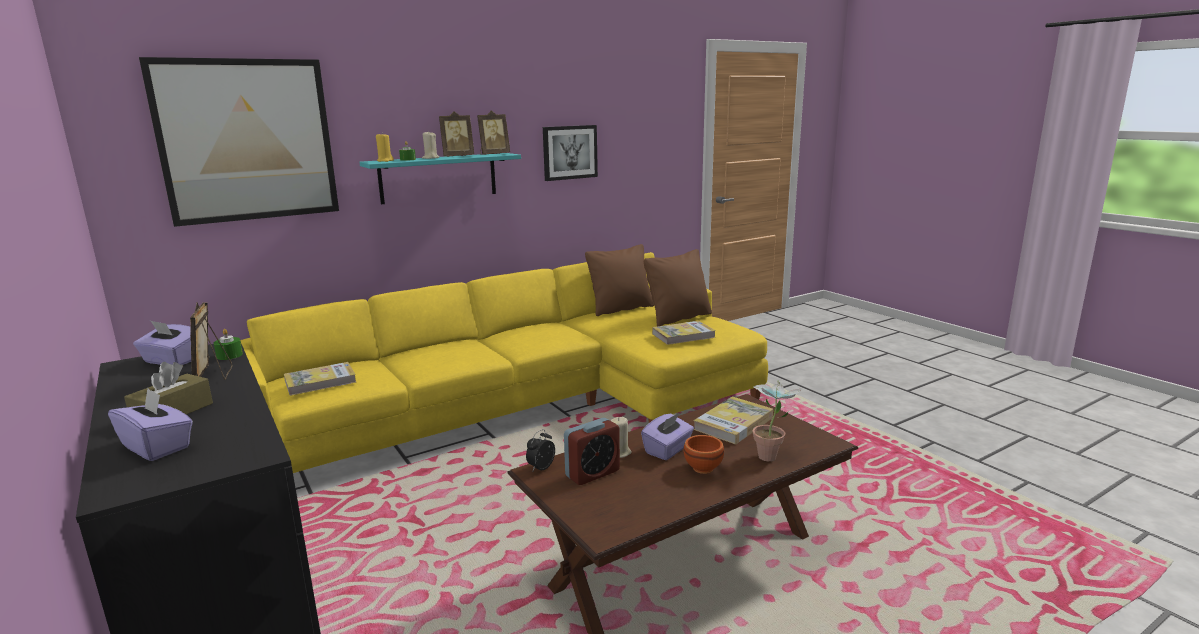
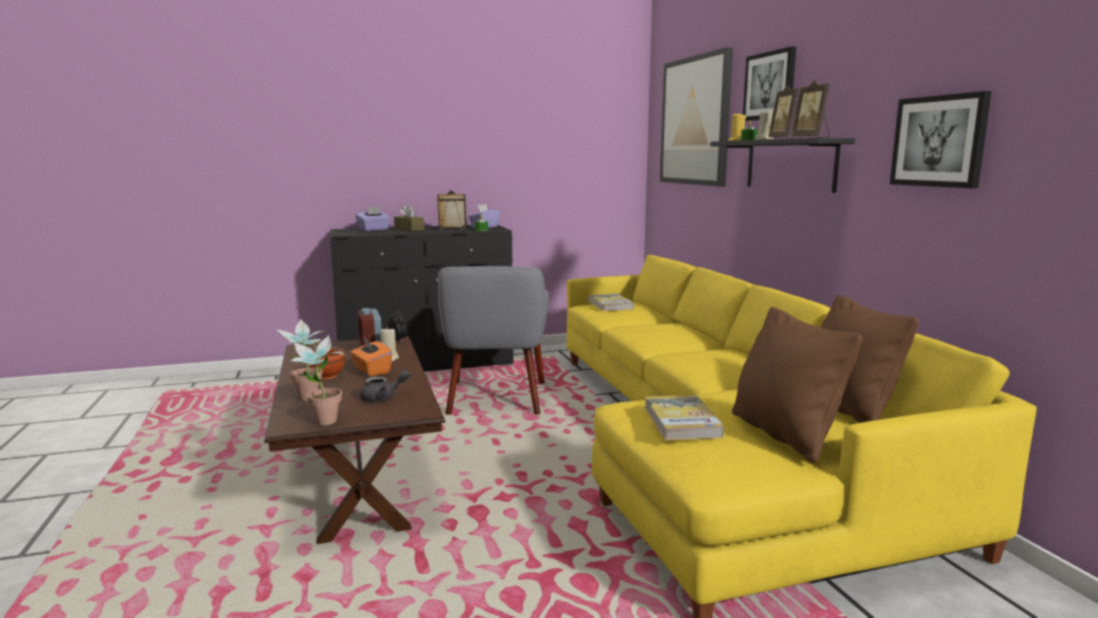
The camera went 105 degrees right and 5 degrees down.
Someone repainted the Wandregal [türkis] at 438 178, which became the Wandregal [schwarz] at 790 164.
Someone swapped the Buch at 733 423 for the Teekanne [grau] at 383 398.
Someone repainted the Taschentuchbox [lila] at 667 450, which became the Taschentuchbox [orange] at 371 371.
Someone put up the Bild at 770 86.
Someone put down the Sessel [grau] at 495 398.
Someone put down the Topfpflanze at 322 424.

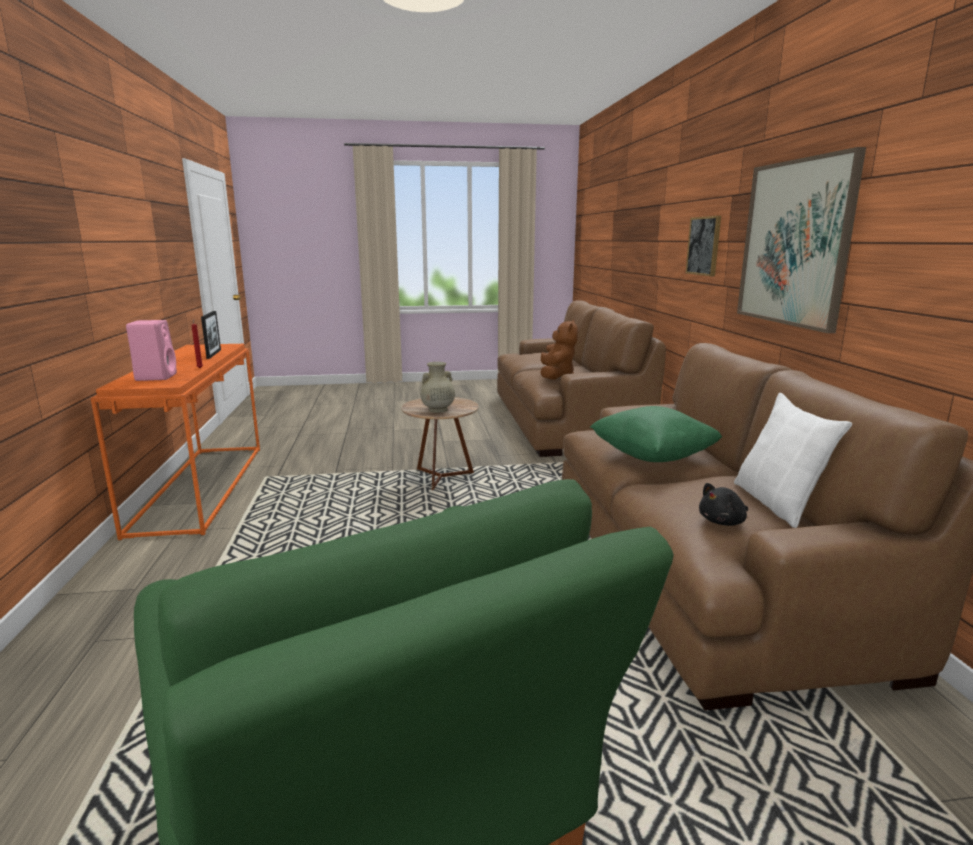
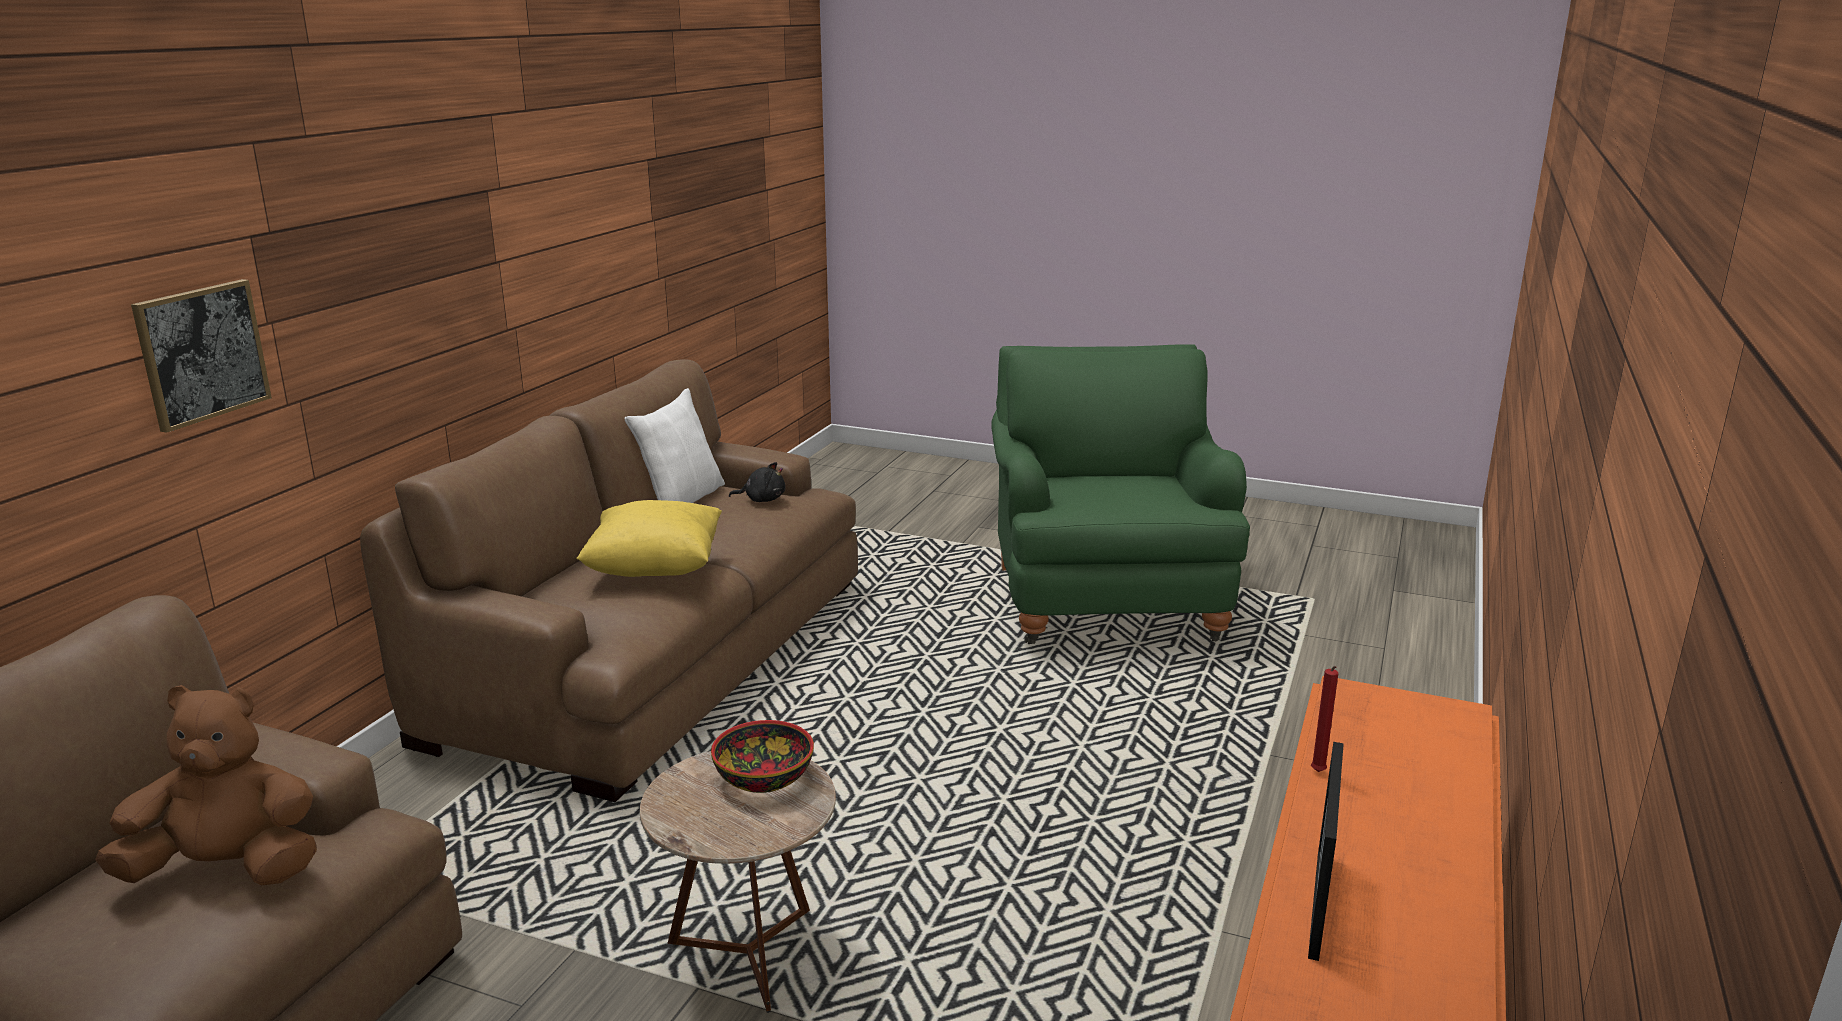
The camera went 150 degrees left and 5 degrees up.
Someone took away the Bild at 794 243.
Someone took away the Lautsprecher [rosa] at 156 377.
Someone rotated the Plüschtier [braun] at 556 376 by 45 degrees clockwise.
Someone swapped the Vase [beige] at 437 410 for the Schüssel at 765 778.
Someone repainted the Kissen [grün] at 652 456, which became the Kissen [gelb] at 655 570.

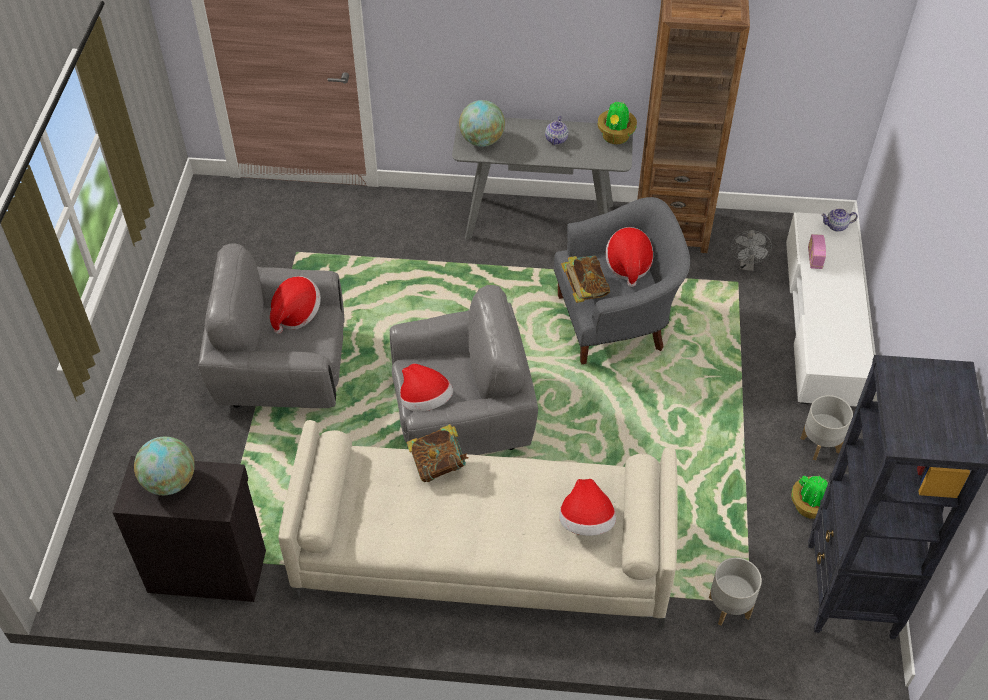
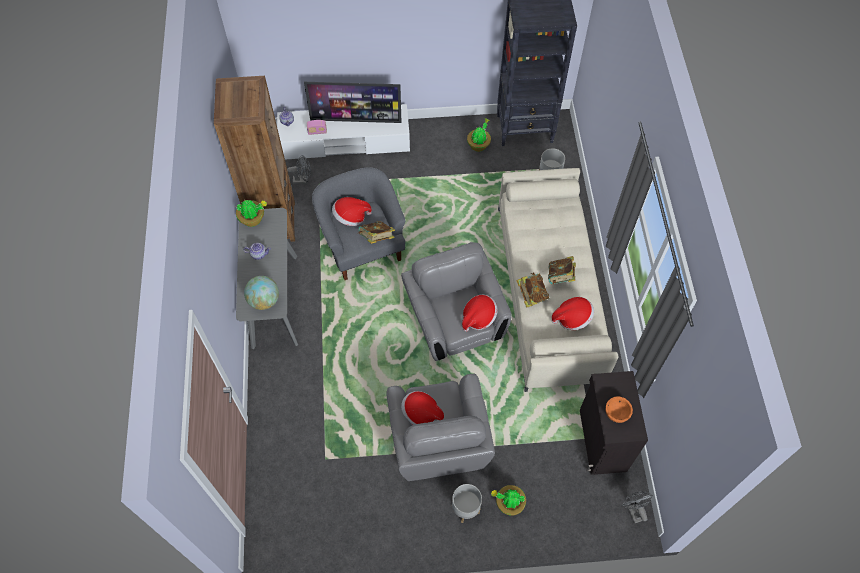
The camera went 100 degrees left and 10 degrees up.
Someone carried the Pflanzkübel [grau] from 819 444 to 465 509.
Someone swapped the Globus at 170 482 for the Schüssel [orange] at 617 413.
Someone carried the Hut from 586 522 to 572 318.
Someone put down the Fernseher at 356 120.
Someone put down the Buch at 560 277.
Someone put down the Topfpflanze at 508 503.
Someone put down the Ventilator [grau] at 633 510.

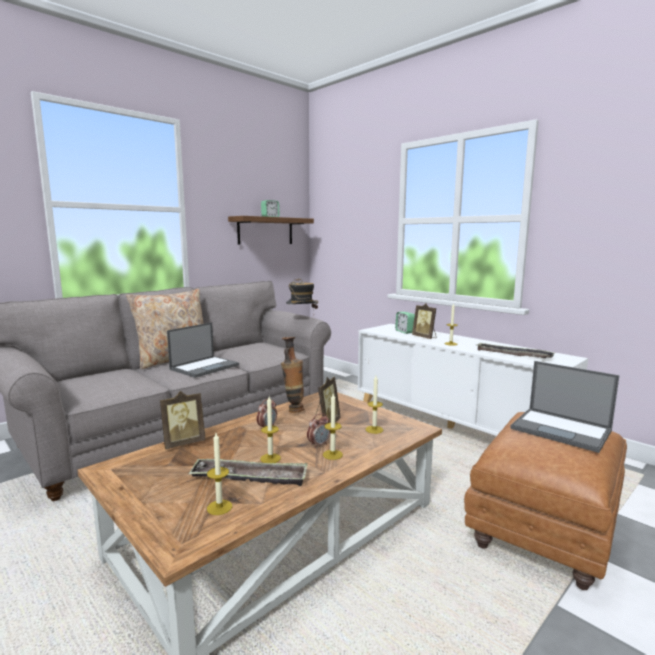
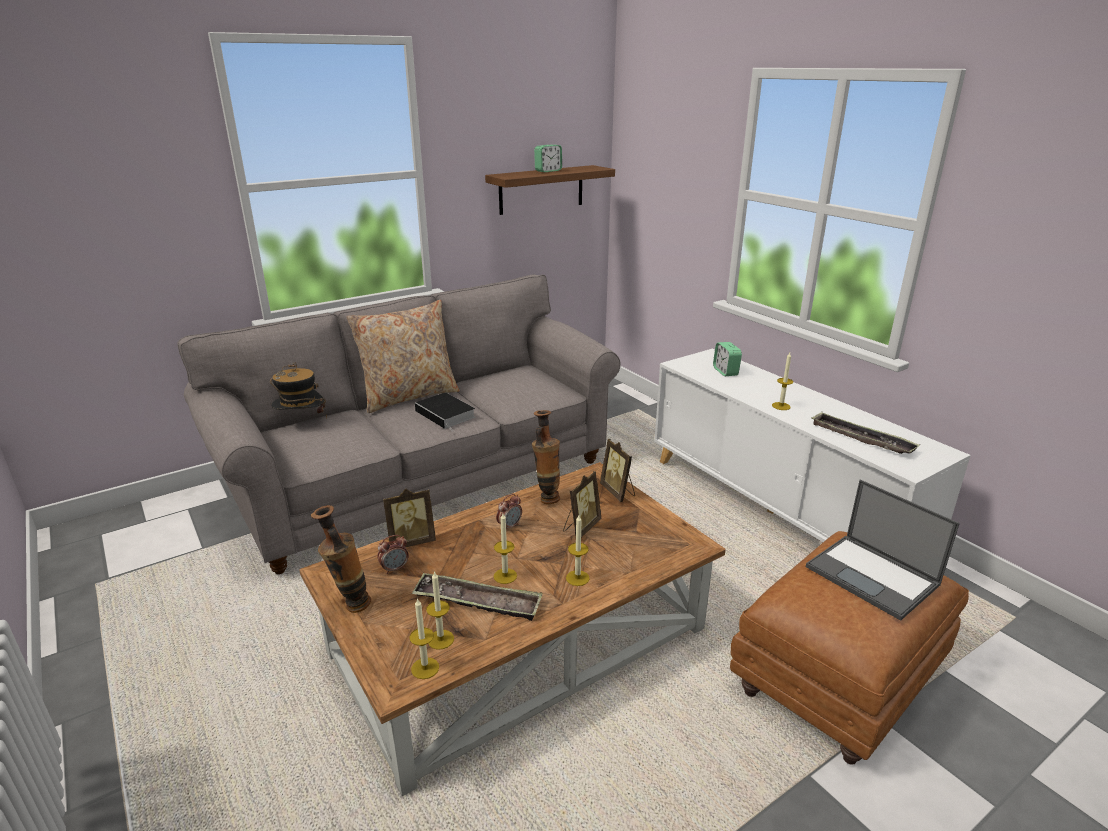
The camera went 10 degrees right and 15 degrees up.
Someone carried the Hut from 301 318 to 302 424.
Someone carried the Bilderrahmen from 425 337 to 618 492.
Someone swapped the Laptop at 205 367 for the Buch at 447 414.
Someone carried the Kerze from 374 429 to 425 668.
Someone carried the Wecker from 318 445 to 394 568.
Someone put down the Vase at 350 606.

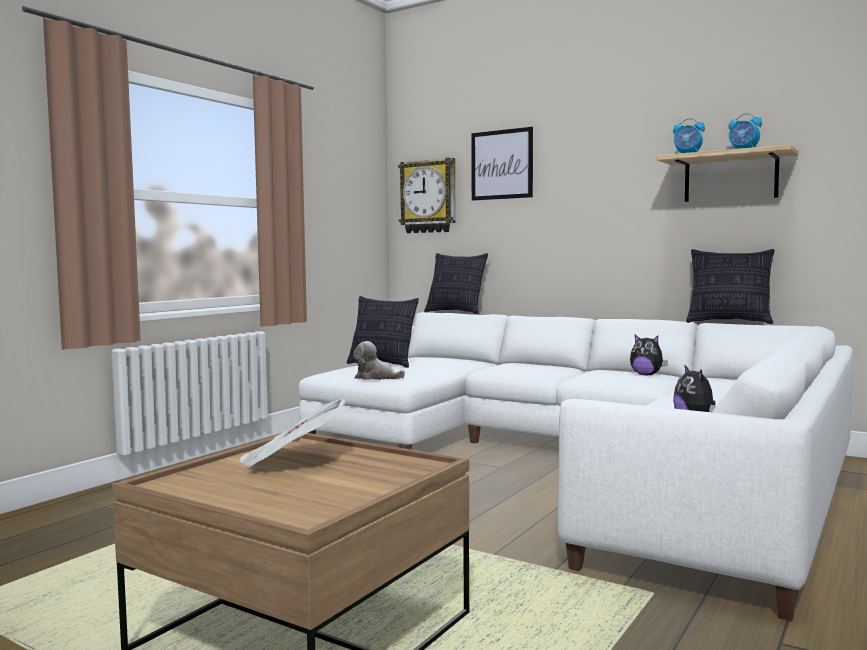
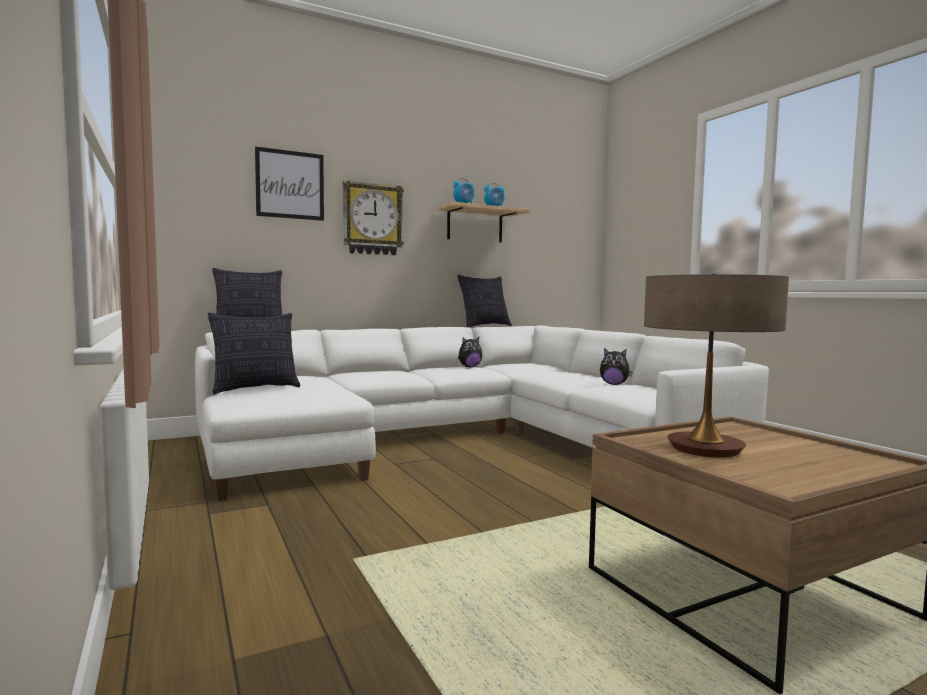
The camera went 60 degrees left and 0 degrees up.
Someone carried the Wanduhr from 428 196 to 372 219.
Someone took away the Plüschtier at 375 377.
Someone swapped the Zeitung at 290 462 for the Tischlampe at 705 449.

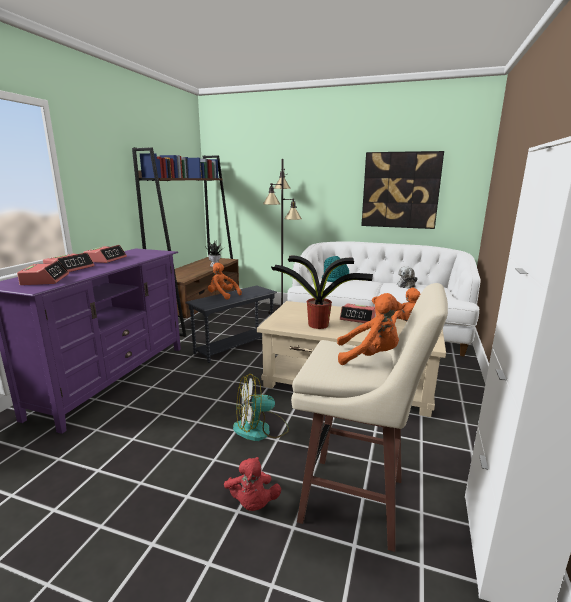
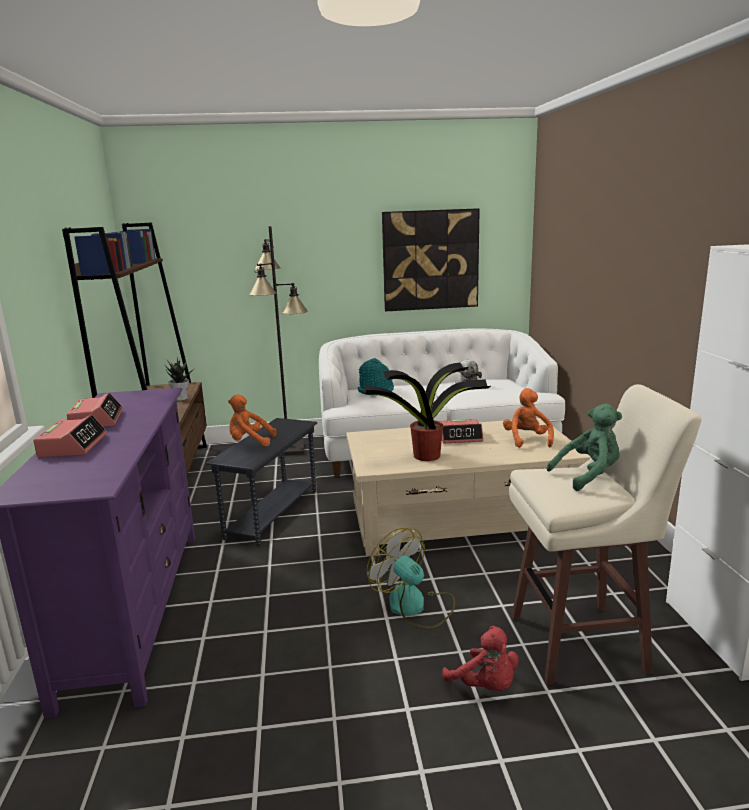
The camera went 25 degrees left and 0 degrees up.
Someone took away the Wecker at 45 280.
Someone repainted the Plüschtier [orange] at 369 356, which became the Plüschtier [grün] at 588 476.
Someone rotated the Ventilator at 260 429 by 90 degrees clockwise.

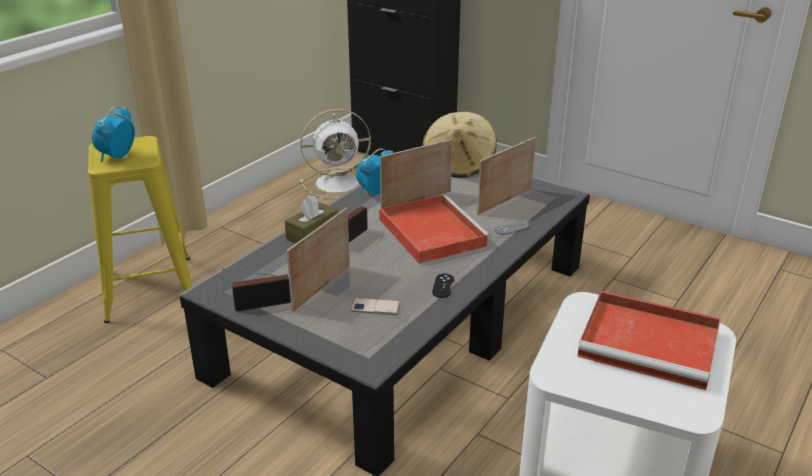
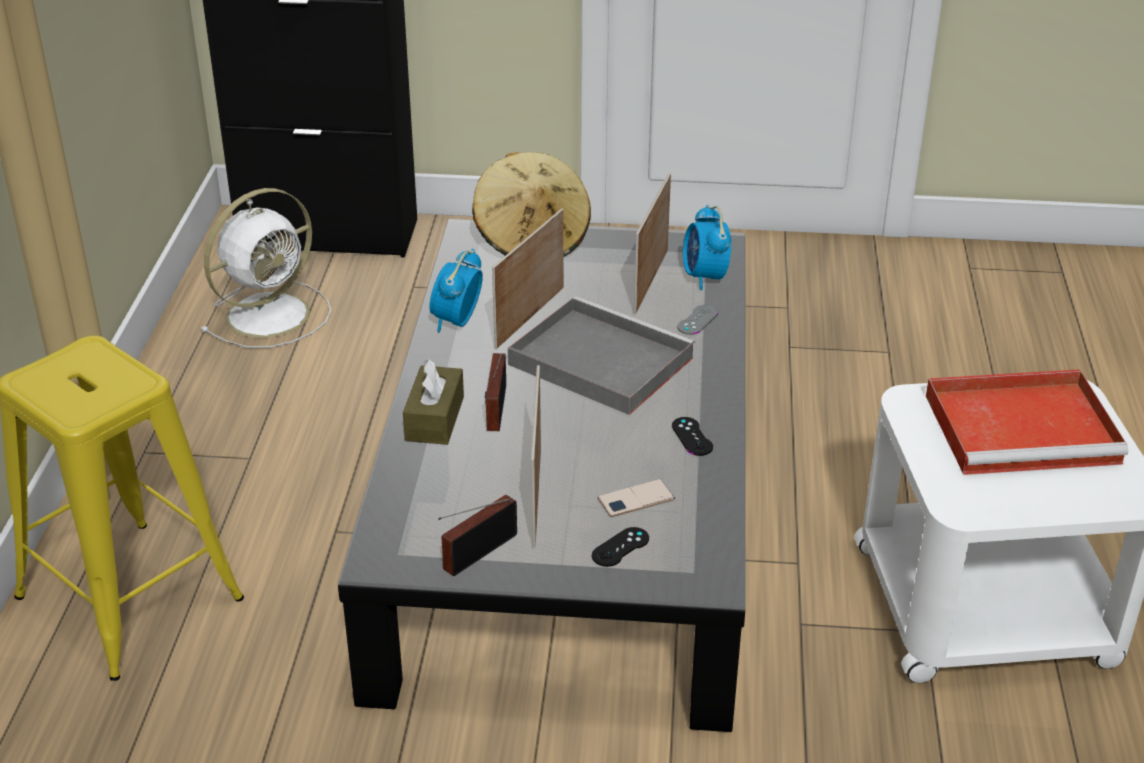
The camera went 30 degrees left and 5 degrees up.
Someone carried the Wecker from 117 157 to 704 277.
Someone repainted the Tablett [rot] at 430 231, which became the Tablett [grau] at 597 360.
Someone put down the Gamepad [schwarz] at 620 547.

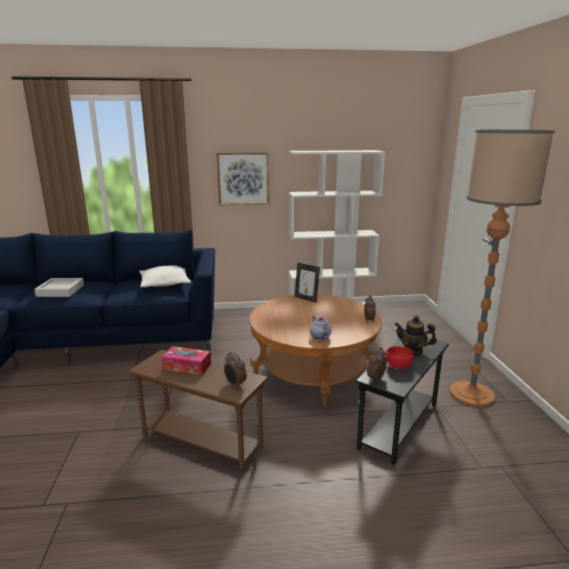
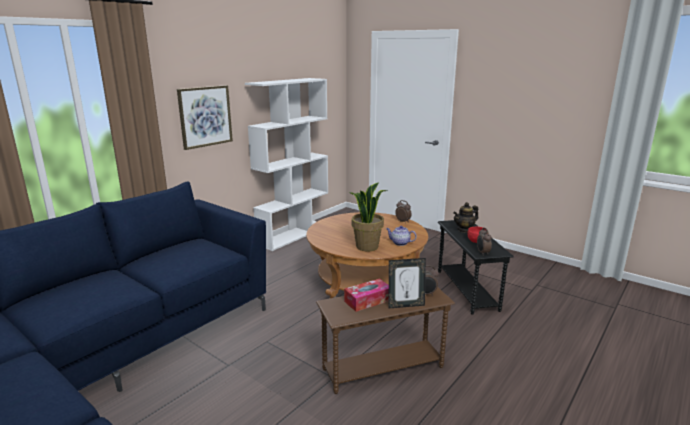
The camera went 45 degrees left and 0 degrees up.
Someone took away the Stehlampe at 471 394.
Someone carried the Bilderrahmen from 306 299 to 405 305.
Someone took away the Kissen [weiß] at 165 283.
Someone took away the Tablett [grau] at 60 291.
Someone put down the Topfpflanze at 367 246.

